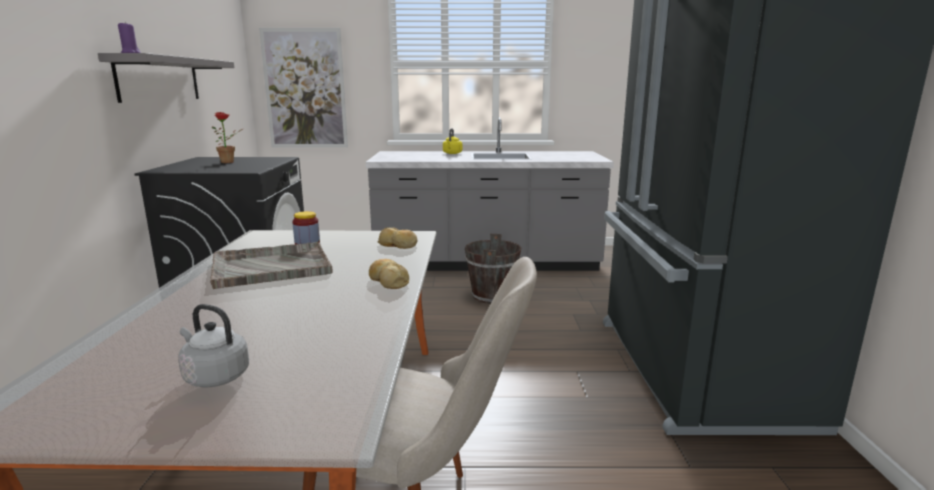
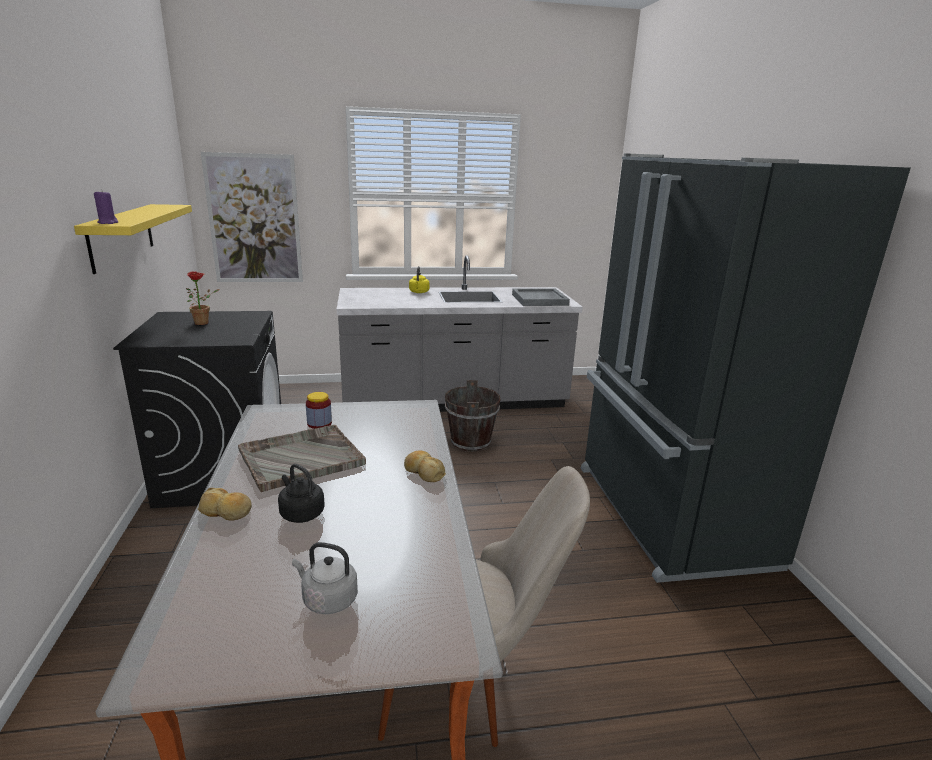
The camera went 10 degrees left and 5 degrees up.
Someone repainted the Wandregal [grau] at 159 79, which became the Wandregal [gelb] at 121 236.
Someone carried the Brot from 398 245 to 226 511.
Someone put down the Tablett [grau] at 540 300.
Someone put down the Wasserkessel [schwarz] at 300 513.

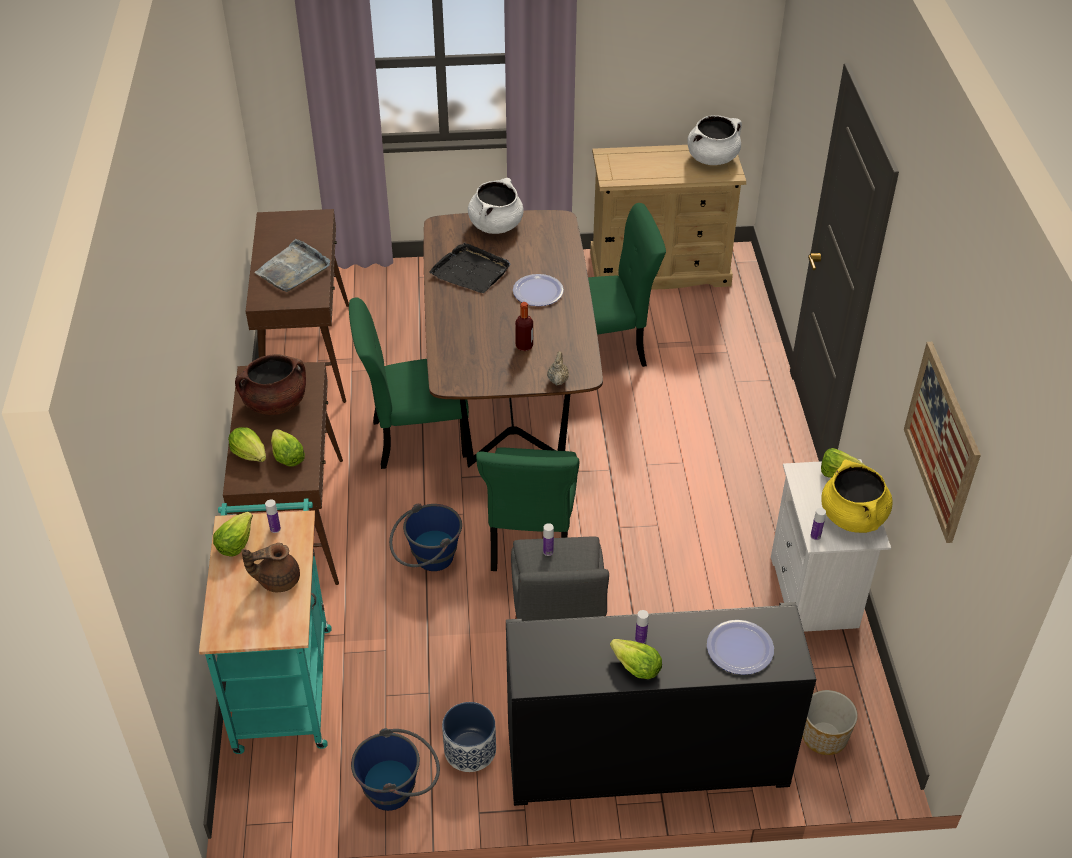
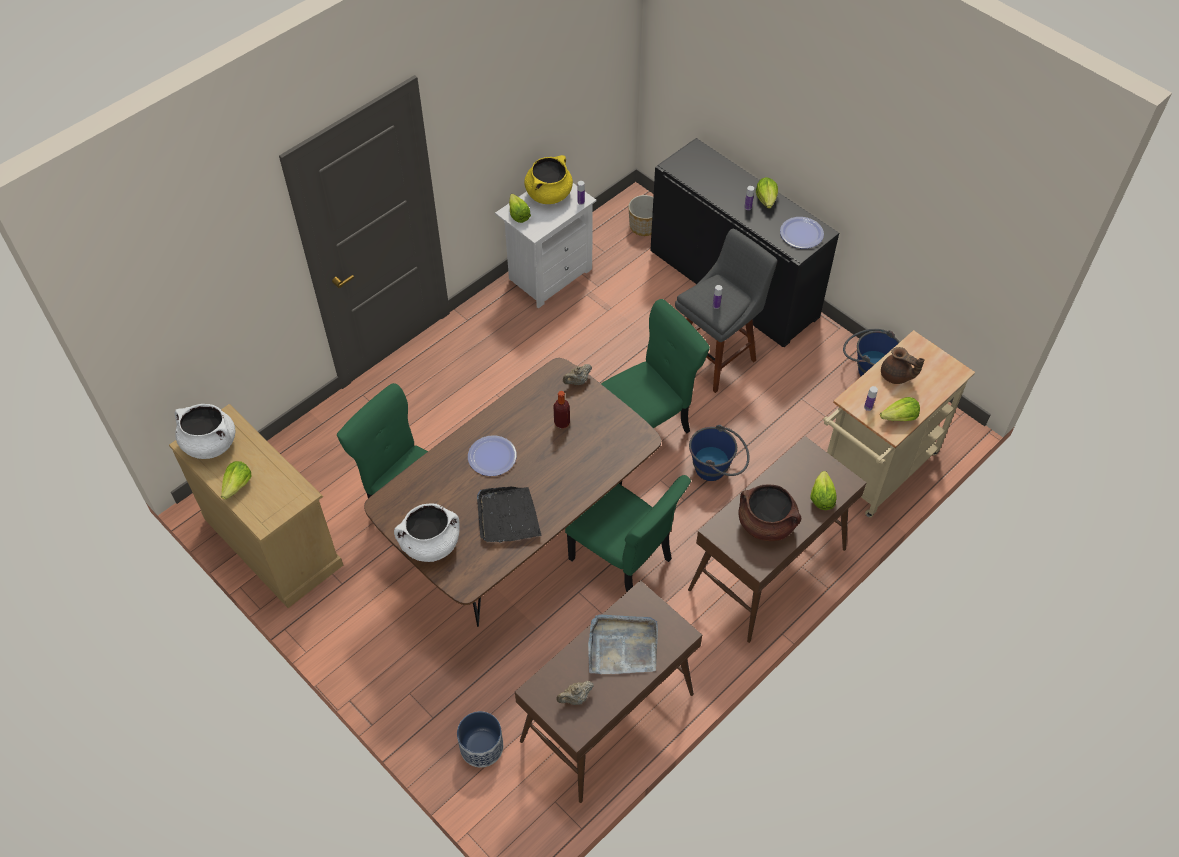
The camera went 130 degrees left and 10 degrees up.
Someone took away the Bild at 942 441.
Someone carried the Salatkopf from 287 457 to 238 486.
Someone repainted the Rollwagen [türkis] at 283 680, which became the Rollwagen [beige] at 873 472.
Someone carried the Teller from 740 648 to 801 233.
Someone carried the Pflanzkübel from 469 750 to 482 747.
Someone put down the Teekanne [beige] at 575 698.

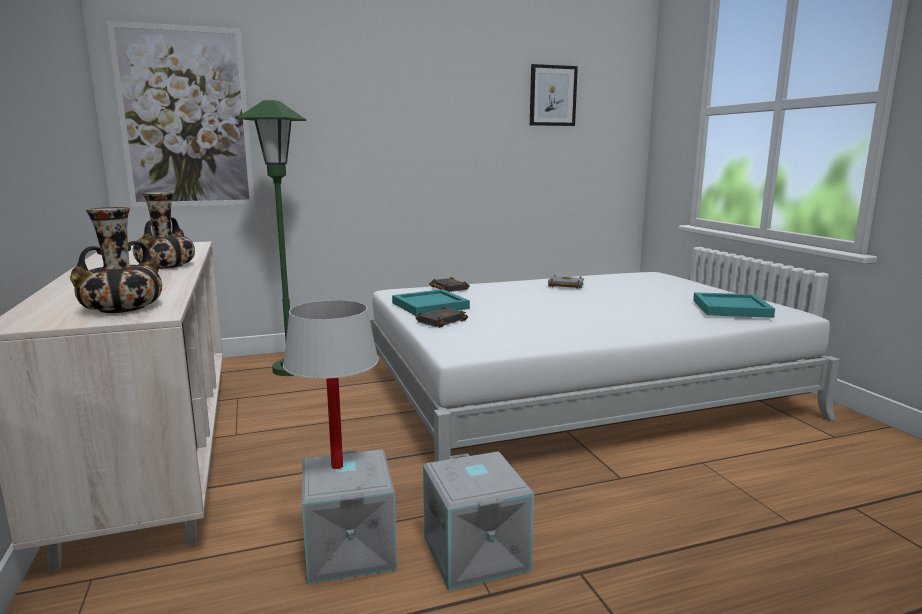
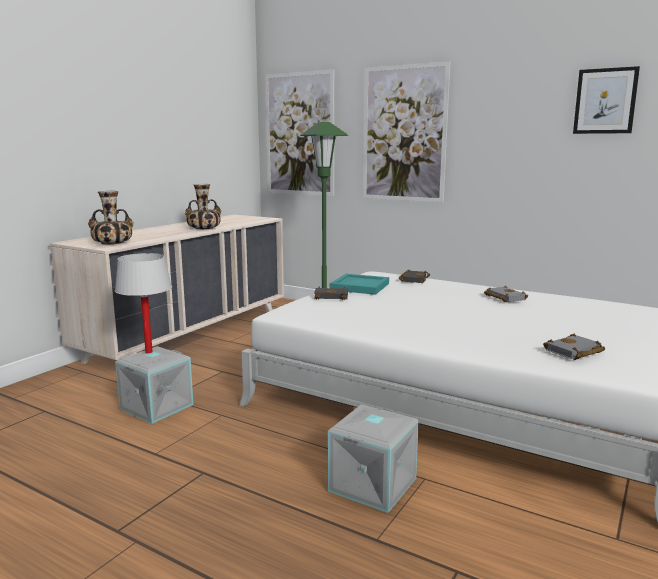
The camera went 50 degrees right and 0 degrees up.
Someone swapped the Tablett [türkis] at 732 309 for the Buch [grau] at 574 352.
Someone carried the Aufbewahrungsbox [grau] from 477 553 to 373 485.
Someone put up the Bild at 404 134.

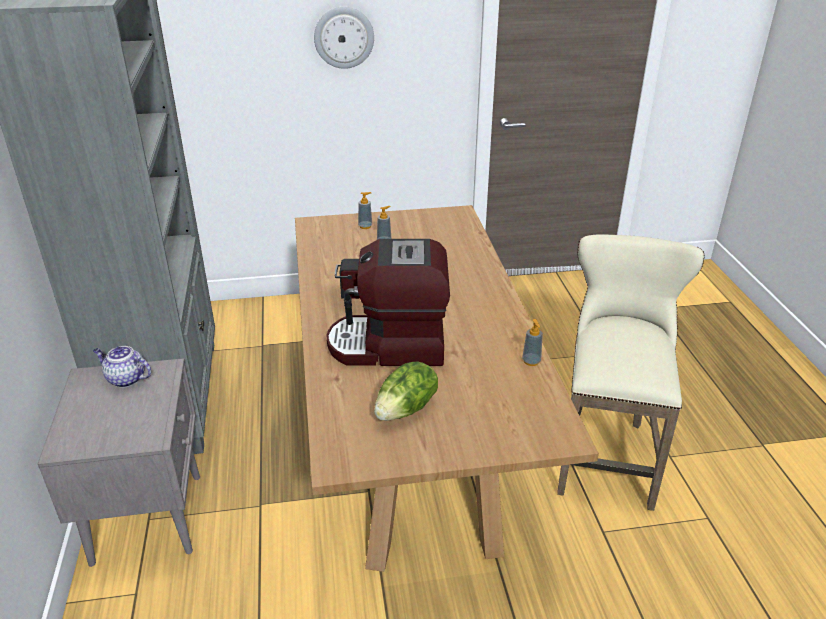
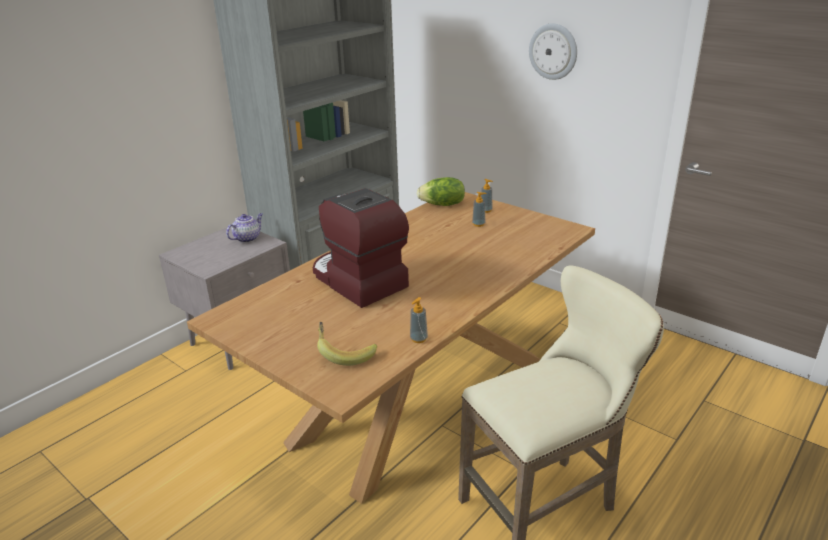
The camera went 50 degrees right and 5 degrees down.
Someone rotated the Teekanne at 125 379 by 60 degrees clockwise.
Someone carried the Salatkopf from 407 409 to 442 205.
Someone put down the Banane at 345 353.

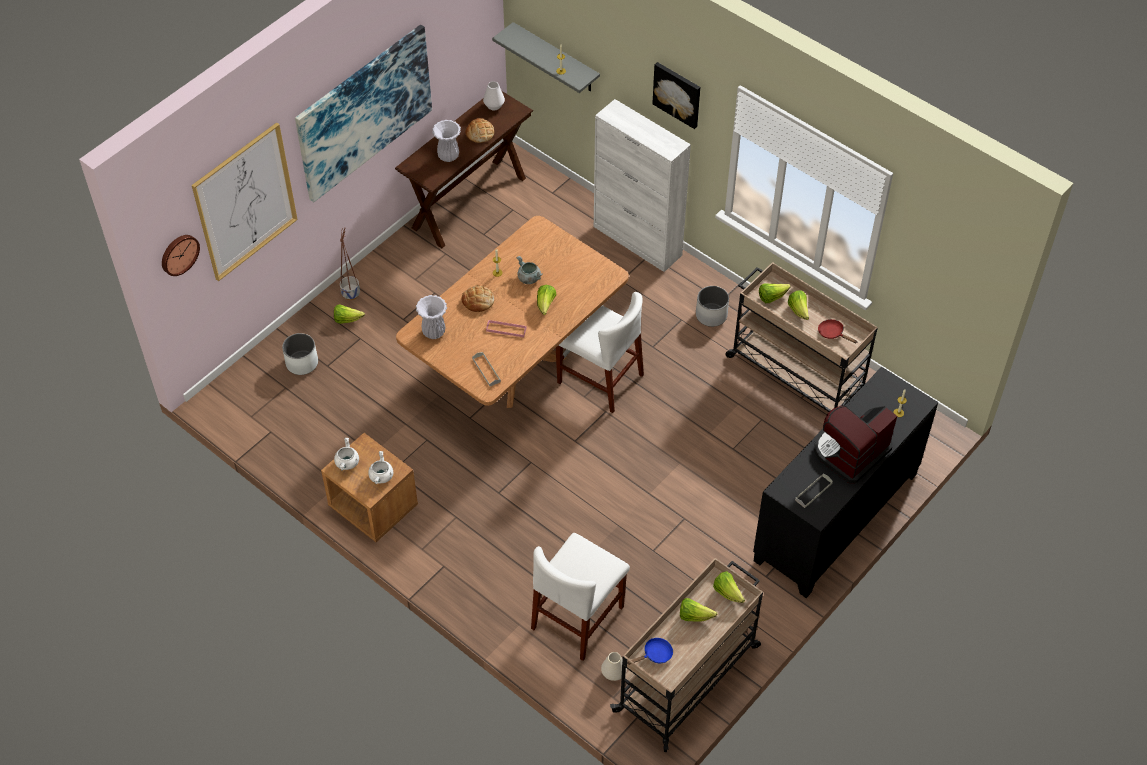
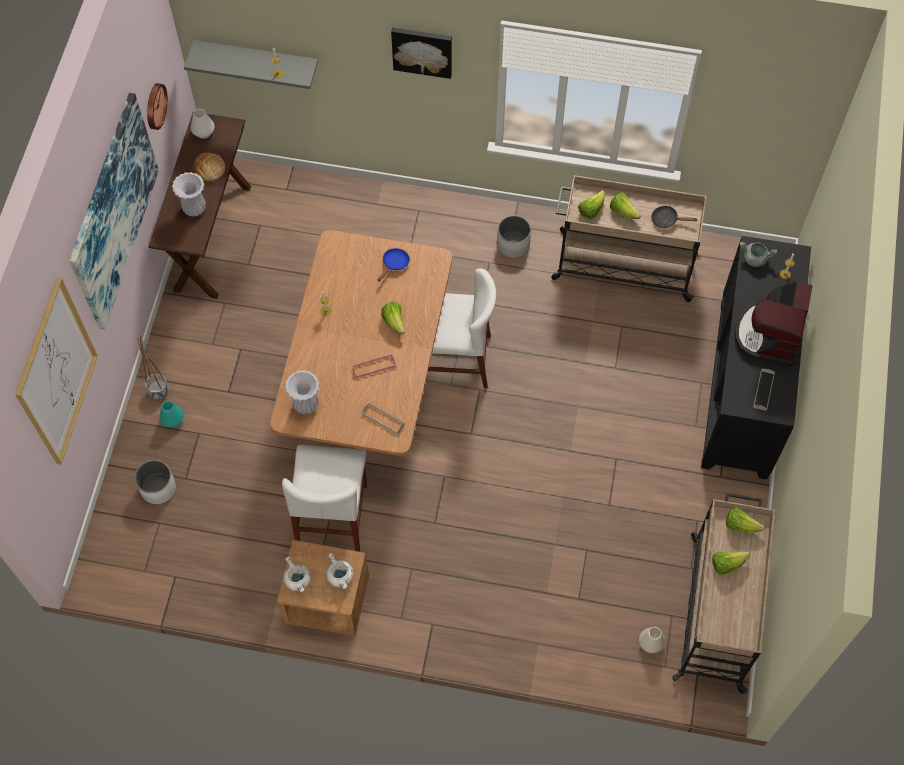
The camera went 30 degrees left and 10 degrees up.
Someone took away the Schrank [weiß] at 637 241.
Someone carried the Wanduhr from 179 254 to 154 106.
Someone carried the Kochtopf [grau] from 529 278 to 754 259.
Someone took away the Brot at 478 301.
Someone swapped the Salatkopf at 347 319 for the Vase [türkis] at 173 420.
Someone repainted the Pfanne [rot] at 833 333, which became the Pfanne [schwarz] at 667 220.
Someone carried the Stuhl [weiß] from 578 617 to 332 515.
Someone carried the Pfanne [blau] from 655 654 to 394 264.

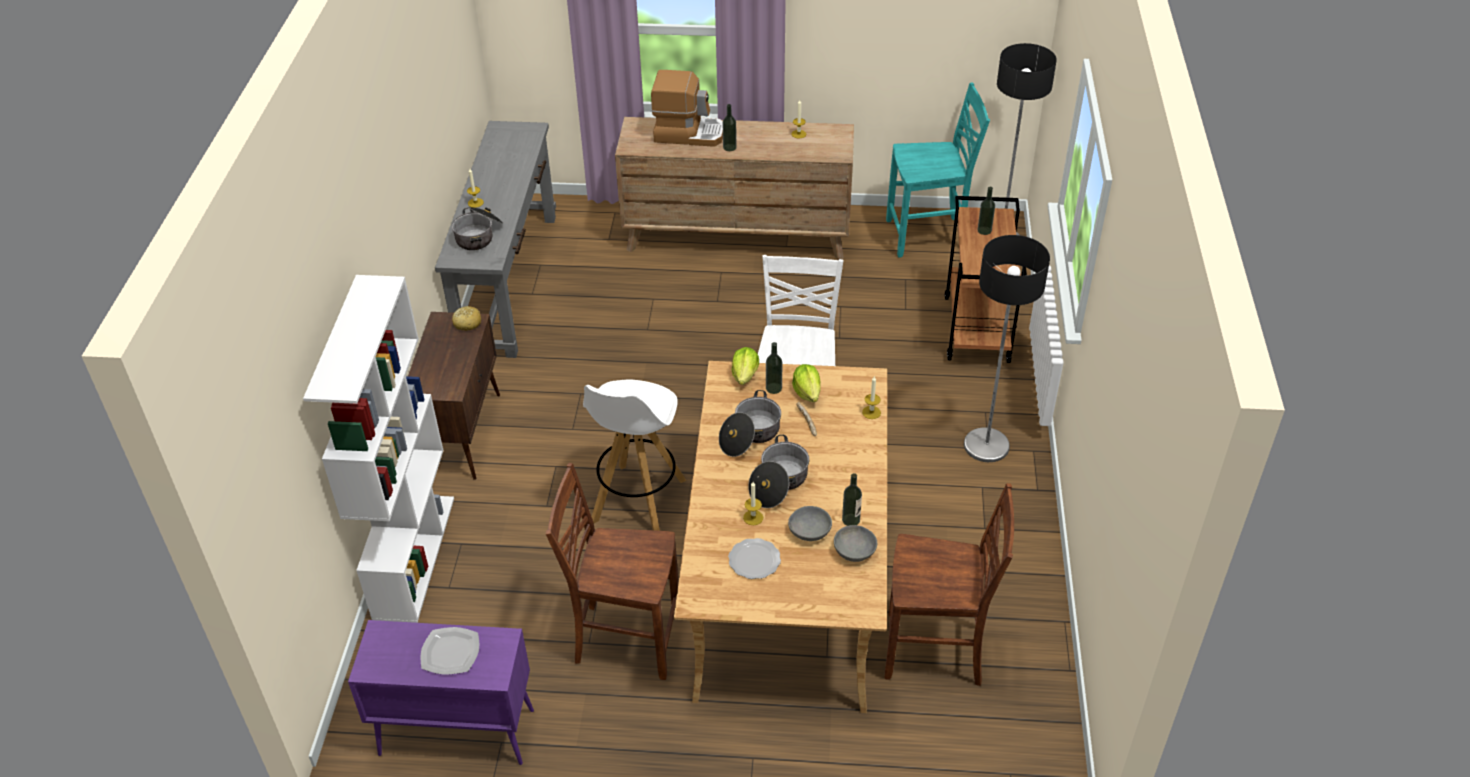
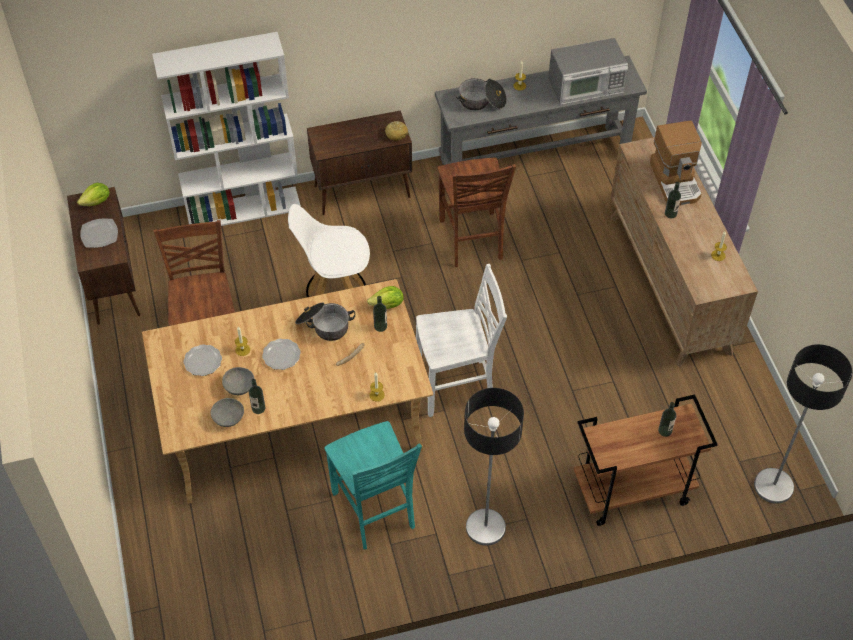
The camera went 70 degrees right and 10 degrees up.
Someone carried the Stuhl [türkis] from 928 236 to 375 511.
Someone carried the Salatkopf from 807 392 to 97 202.
Someone swapped the Kochtopf at 778 483 for the Teller at 281 356.
Someone carried the Stuhl [braun] from 936 651 to 472 240.
Someone repainted the Schrank [lila] at 455 732, which became the Schrank [braun] at 113 283.
Someone put down the Mikrowelle at 586 86.

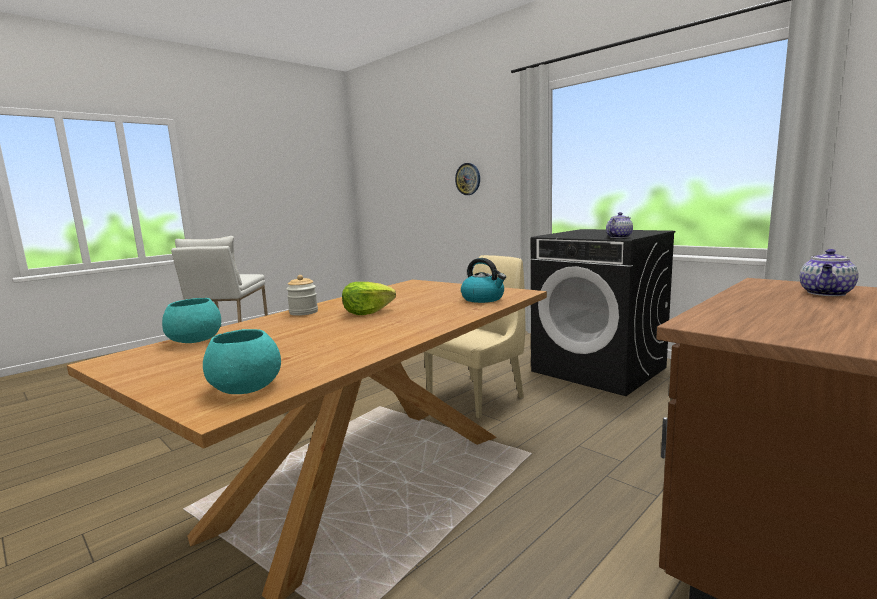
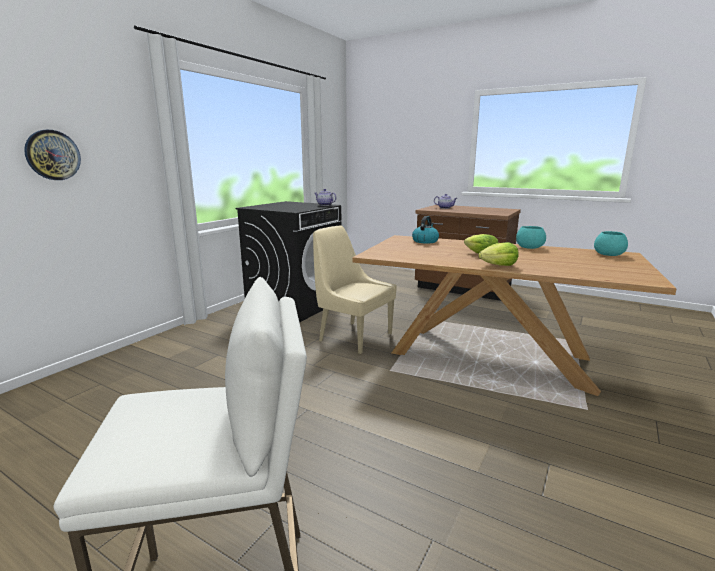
The camera went 105 degrees left and 5 degrees up.
Someone swapped the Vorratsglas at 303 312 for the Salatkopf at 498 265.
Someone carried the Schüssel [türkis] from 196 339 to 529 247.

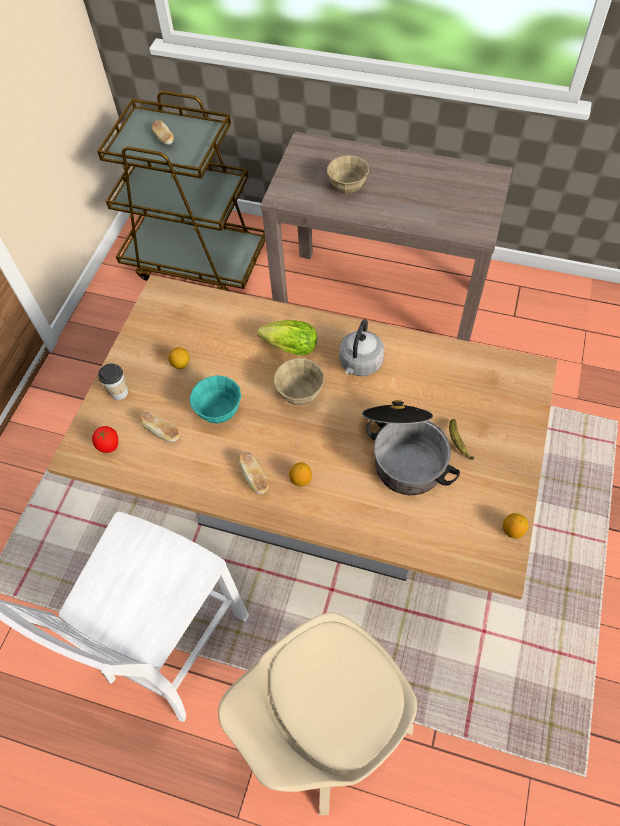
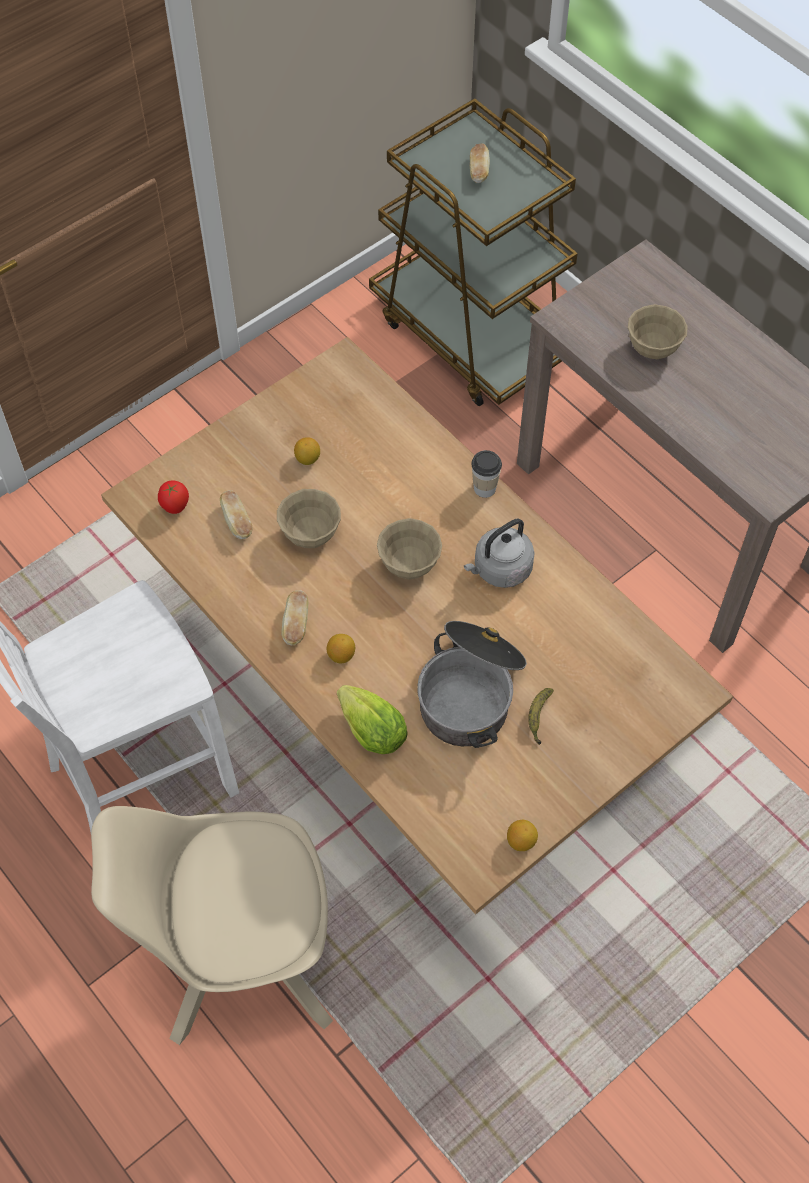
The camera went 30 degrees right and 0 degrees up.
Someone carried the Salatkopf from 287 347 to 369 728.
Someone carried the Tasse from 119 392 to 484 488.
Someone repainted the Schüssel [türkis] at 219 411, which became the Schüssel [beige] at 310 534.

